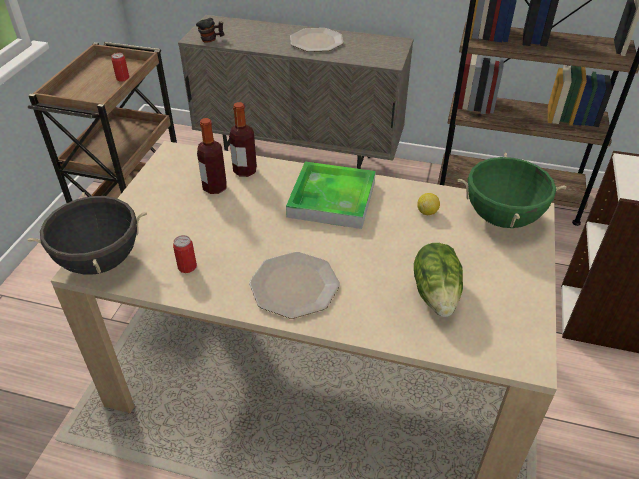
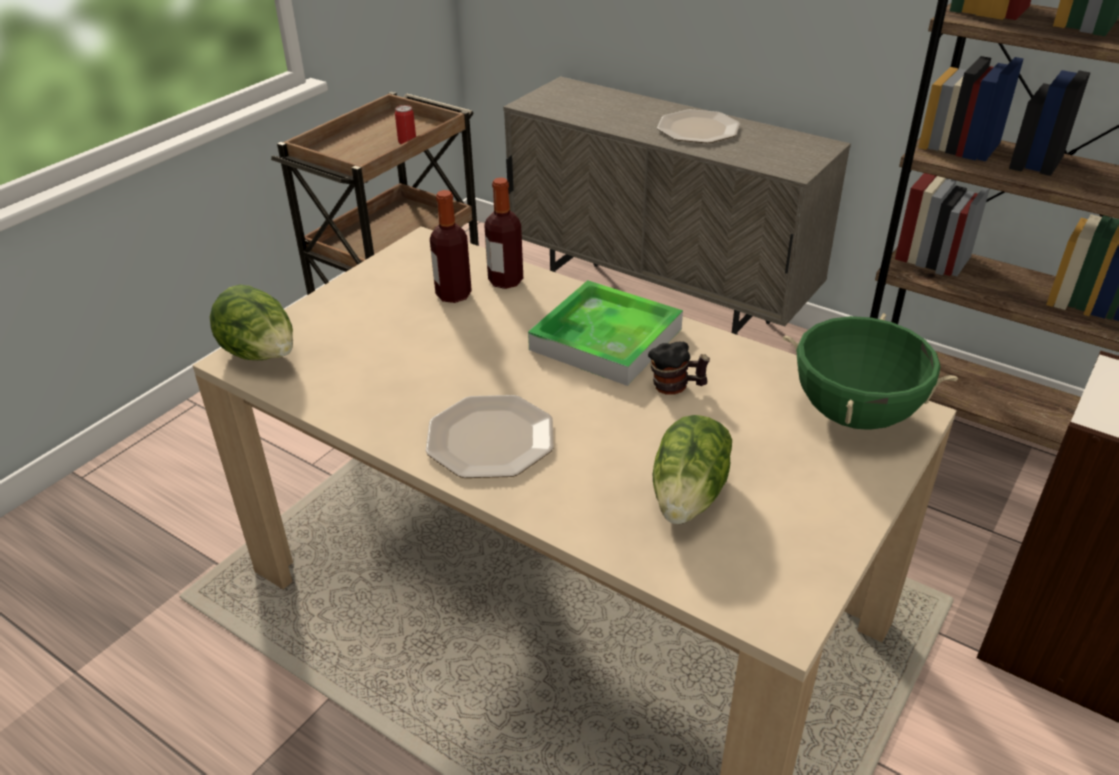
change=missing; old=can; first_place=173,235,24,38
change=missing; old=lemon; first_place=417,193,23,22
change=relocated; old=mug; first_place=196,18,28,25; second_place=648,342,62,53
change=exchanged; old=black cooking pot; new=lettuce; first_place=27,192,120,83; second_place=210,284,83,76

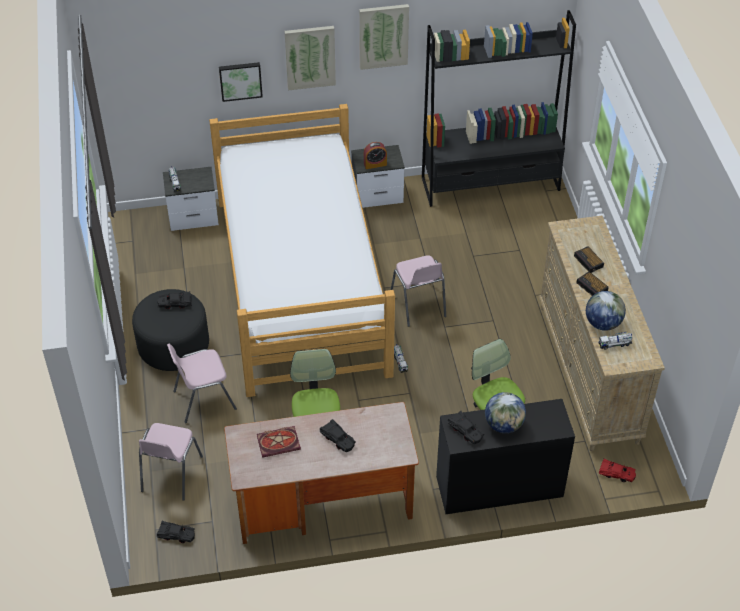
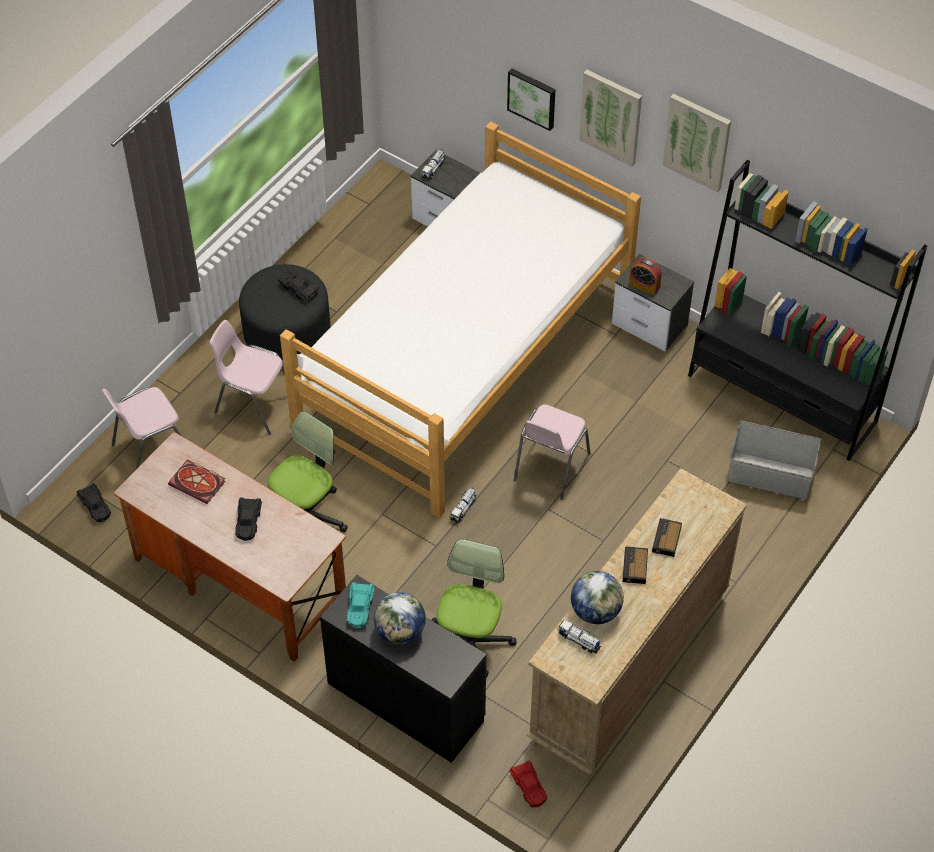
change=appeared; new=grey storage box; second_place=727,421,94,78
change=colour; old=black toy car; new=turquoise toy car; first_place=447,411,37,33; second_place=347,582,28,46

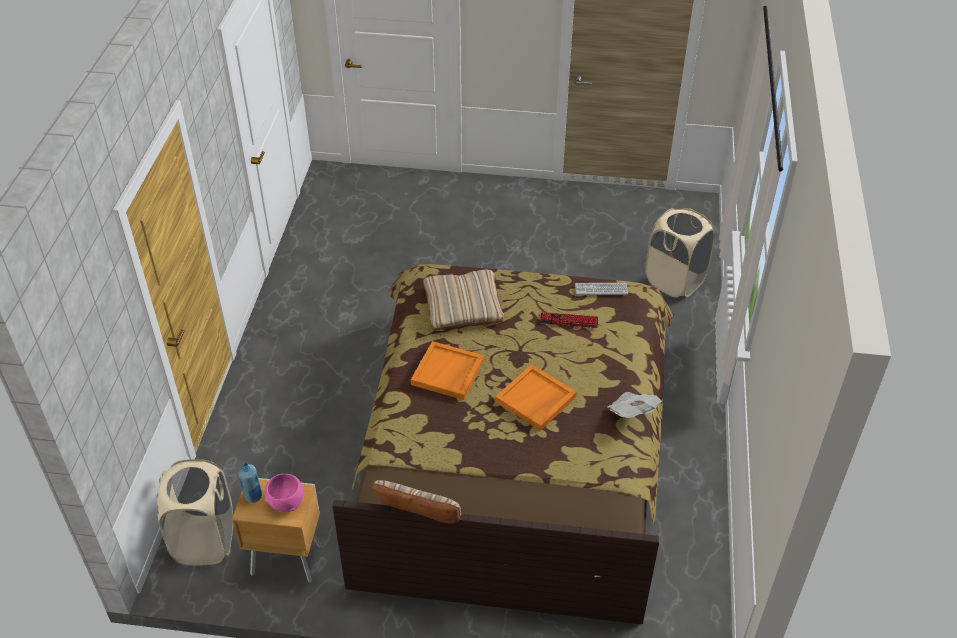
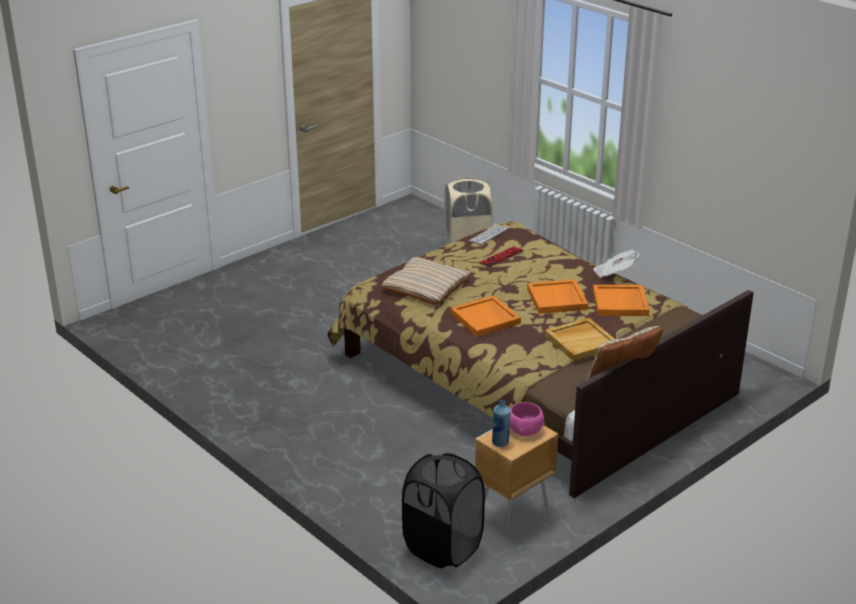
change=appeared; new=beige tray; second_place=545,318,70,43
change=appeared; new=orange tray; second_place=593,285,56,31
change=colour; old=beige laundry basket; new=black laundry basket; first_place=157,459,76,107; second_place=402,453,83,115

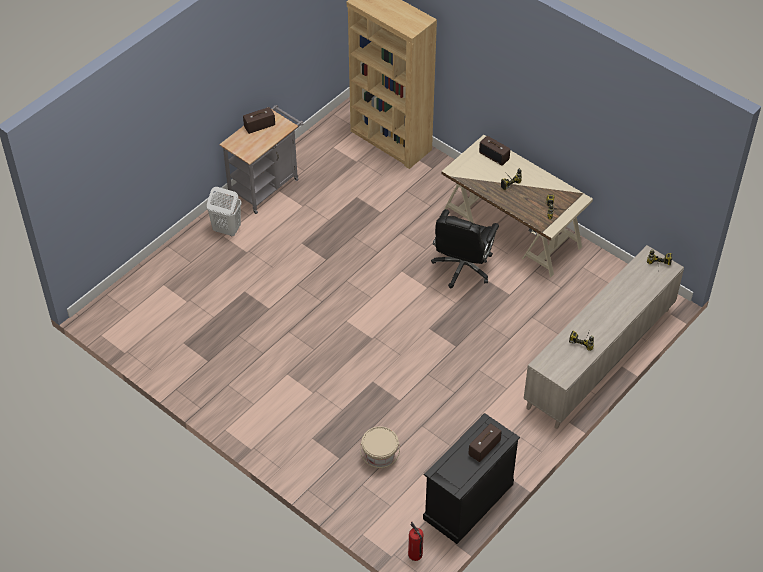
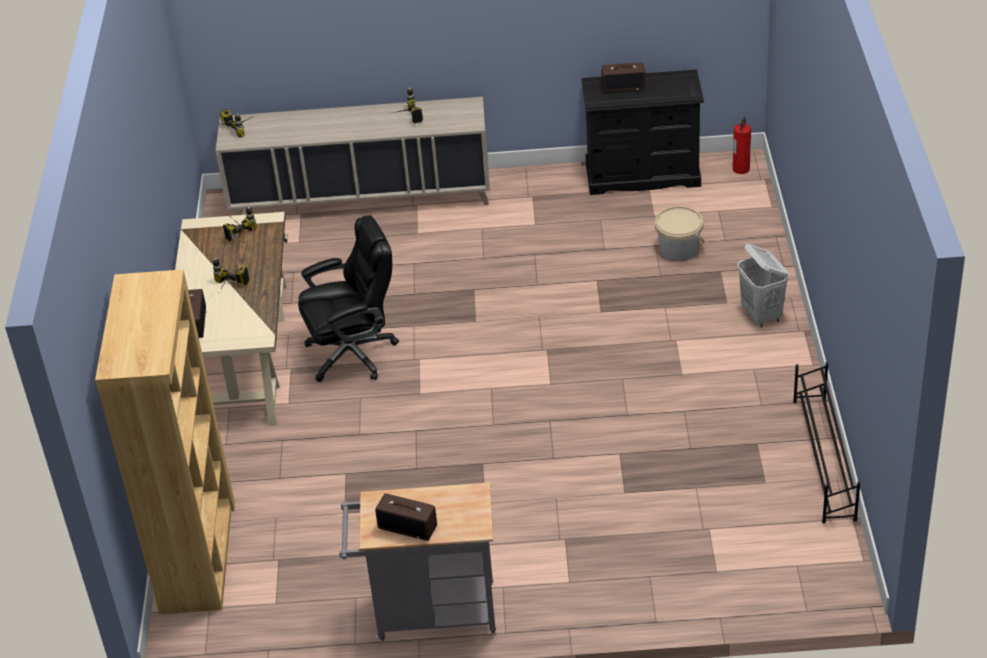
change=appeared; new=black shoe rack; second_place=793,362,68,161
change=relocated; old=white laundry basket; first_place=207,187,35,49; second_place=737,244,52,83

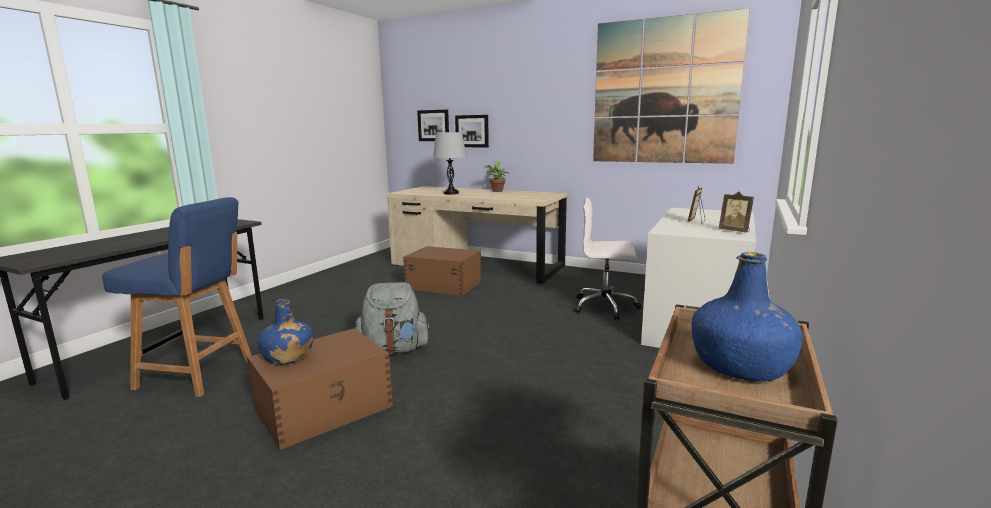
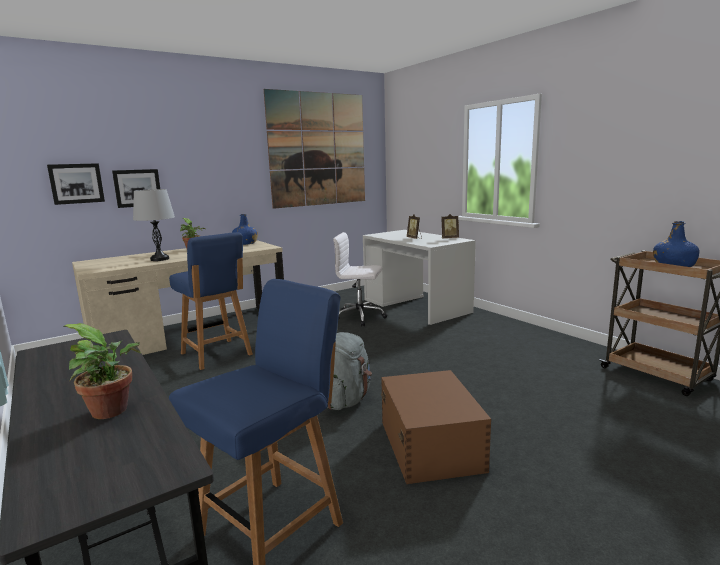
change=appeared; new=potted plant; second_place=63,323,78,96
change=relocated; old=blue bottle; first_place=258,299,55,66; second_place=232,214,26,31
change=exchanged; old=brown storage box; new=blue chair; first_place=403,246,79,50; second_place=169,232,84,138
change=spun; old=white office chair; first_place=574,198,68,122; second_place=333,232,54,94; degrees=60

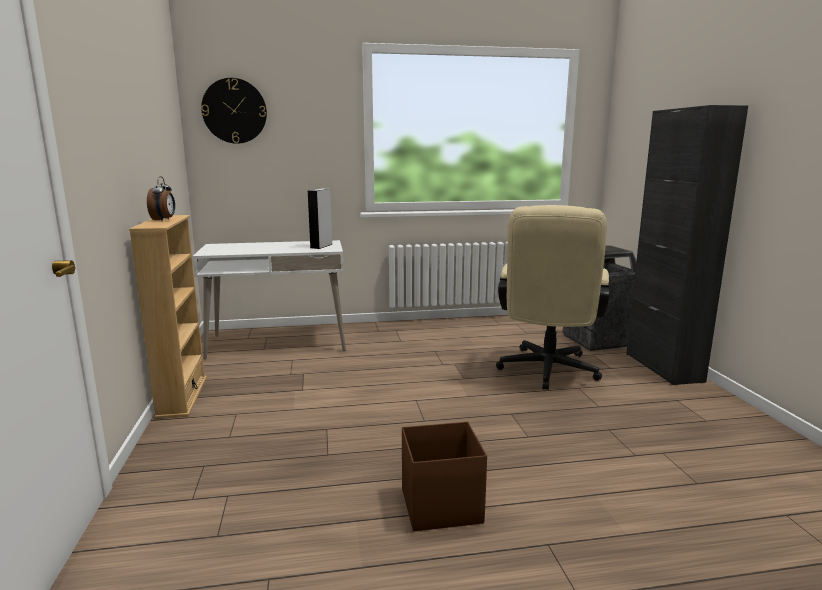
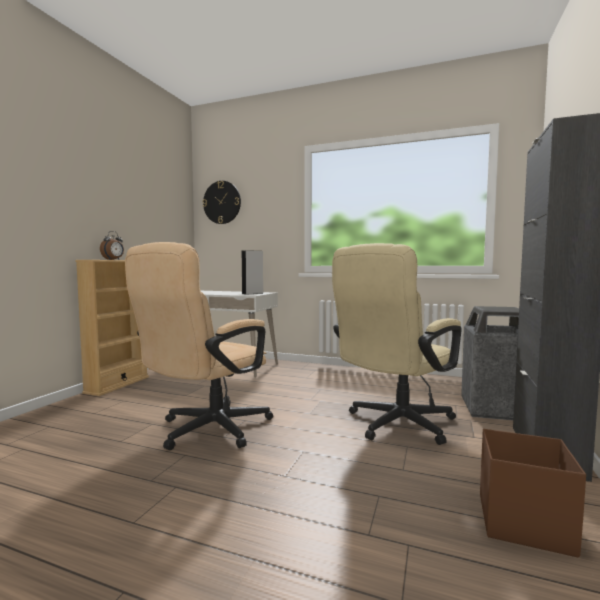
change=appeared; new=beige office chair; second_place=125,242,148,208
change=relocated; old=brown storage box; first_place=402,422,85,109; second_place=480,429,106,128

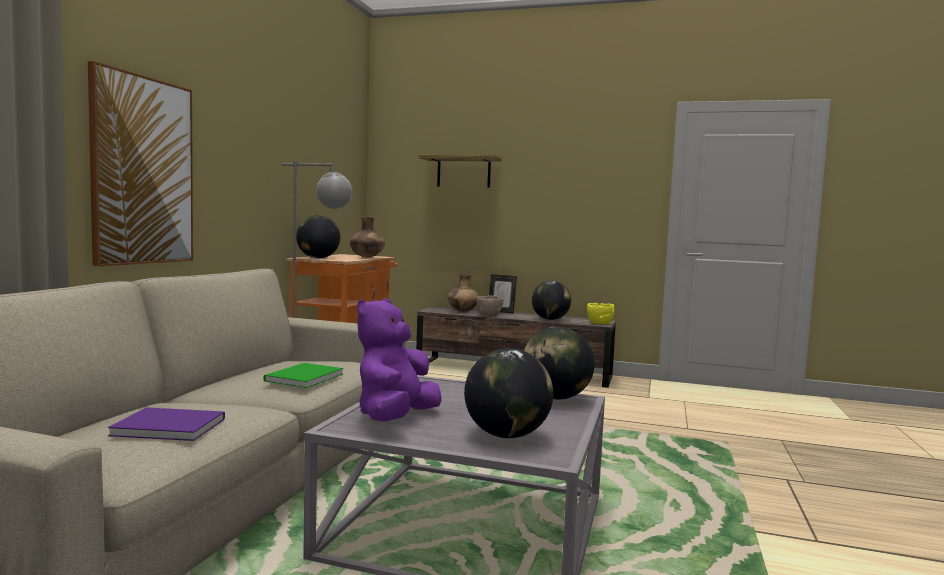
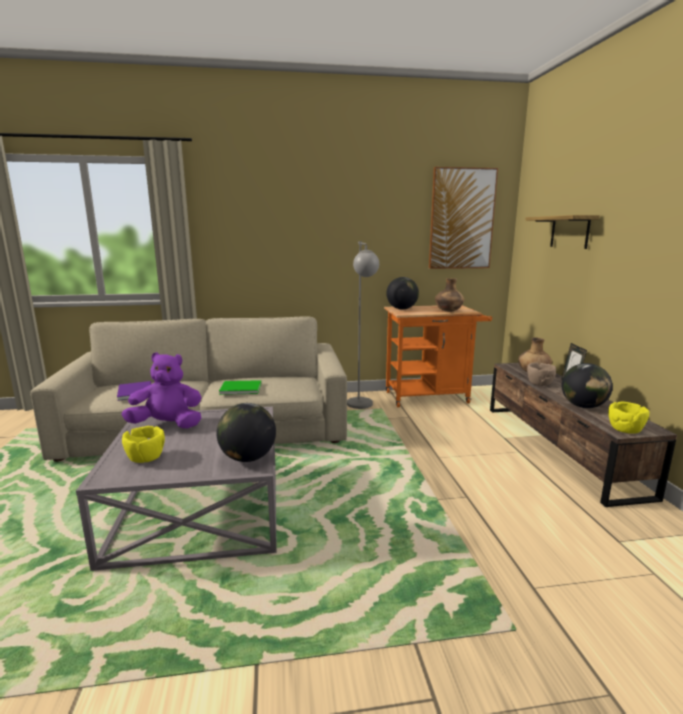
change=relocated; old=picture; first_place=88,61,105,205; second_place=429,167,69,102
change=exchanged; old=globe; new=yellow bowl; first_place=464,348,89,90; second_place=122,426,43,37

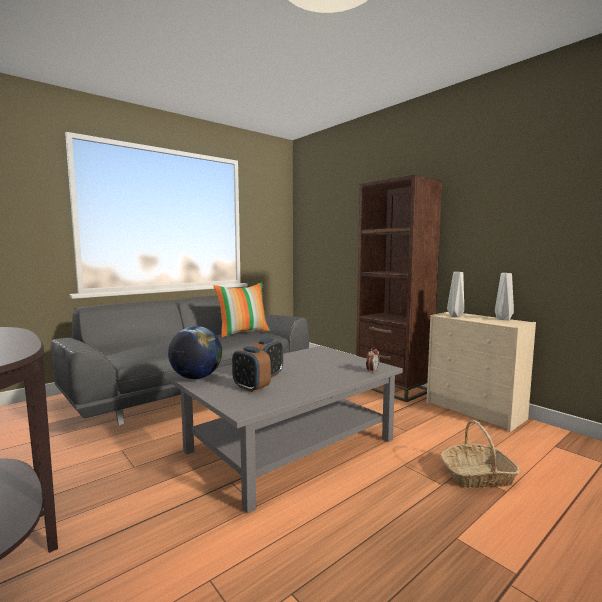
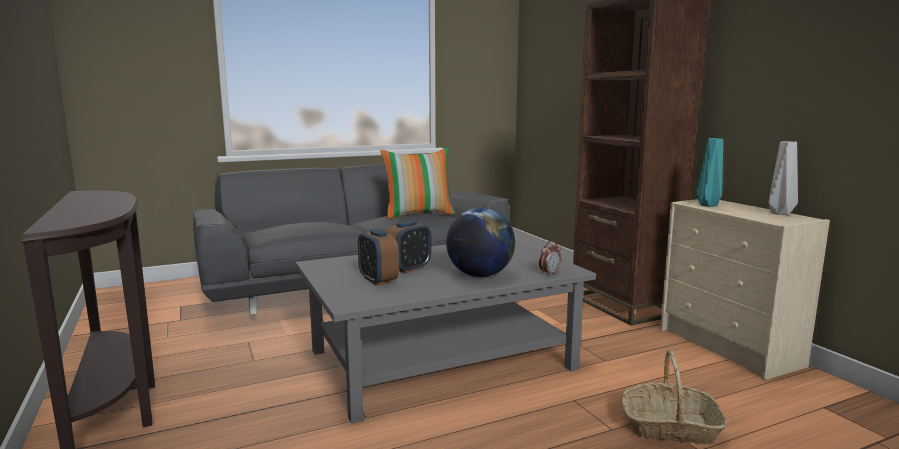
change=relocated; old=globe; first_place=168,326,54,53; second_place=446,208,69,69
change=colour; old=grey vase; new=turquoise vase; first_place=447,272,17,45; second_place=696,138,27,69

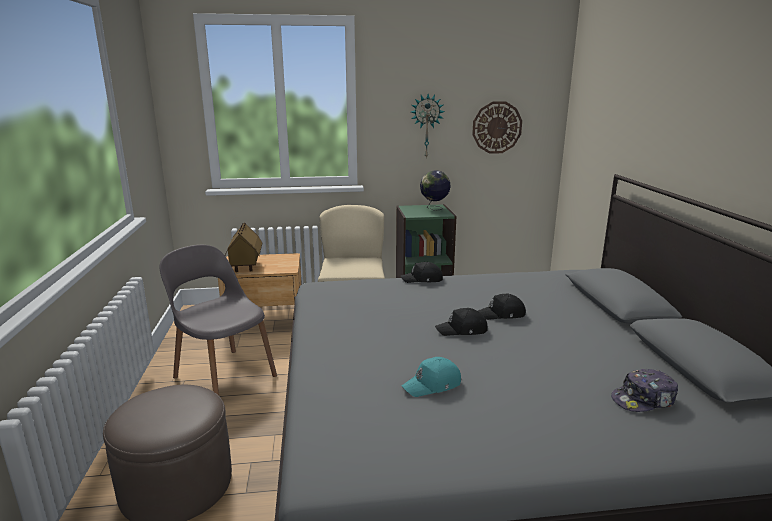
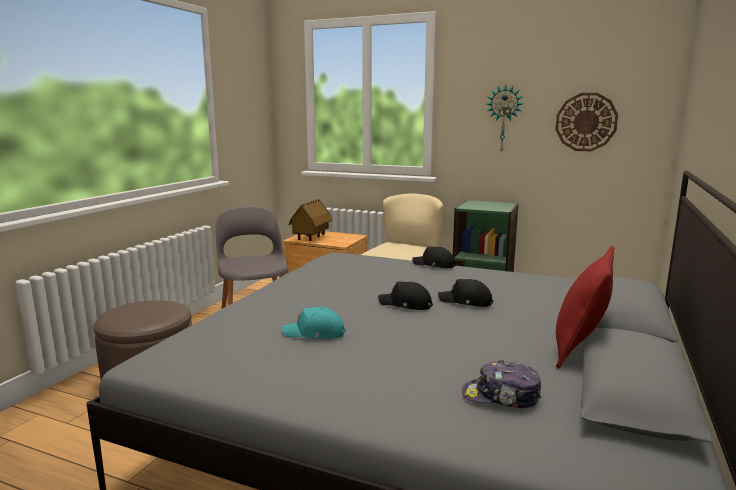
change=missing; old=globe; first_place=420,170,30,41
change=appeared; new=red pillow; second_place=556,246,58,123

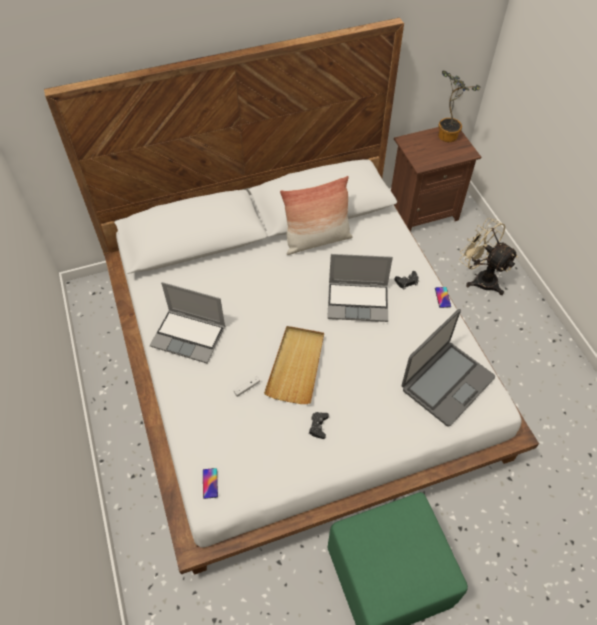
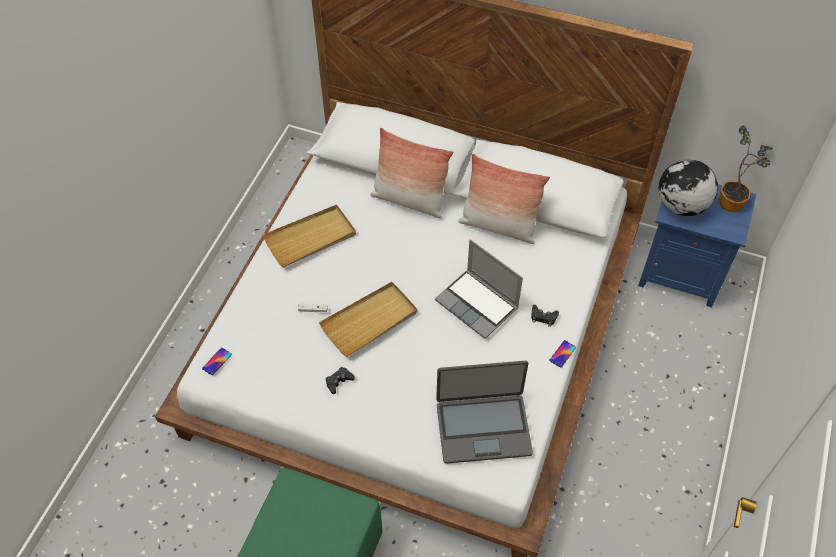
change=missing; old=beige fan; first_place=459,218,59,77
change=appeared; new=pillow; second_place=370,128,83,90
change=appeared; new=globe; second_place=659,159,59,57
change=exchanged; old=laptop; new=beige tray; first_place=150,282,75,81; second_place=262,205,94,63
change=colour; old=brown nightstand; new=blue nightstand; first_place=391,127,90,105; second_place=638,184,118,124

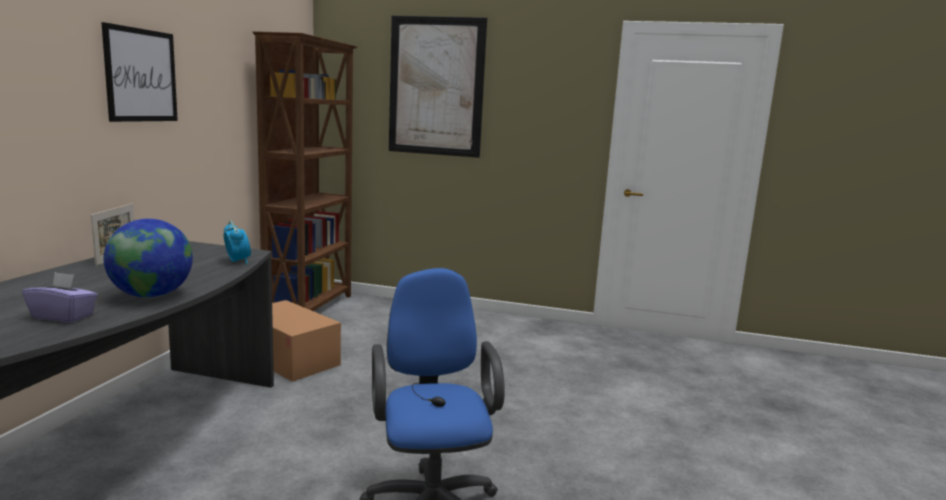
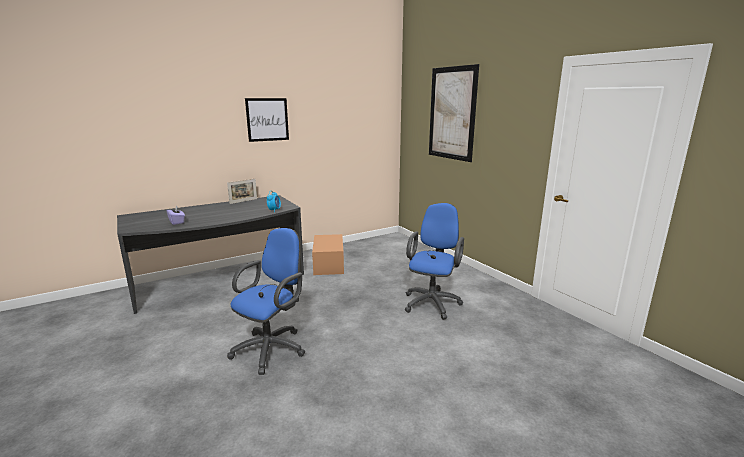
change=missing; old=globe; first_place=103,219,90,79
change=missing; old=brown bookcase; first_place=252,31,105,280
change=appeared; new=blue office chair; second_place=405,203,59,117

